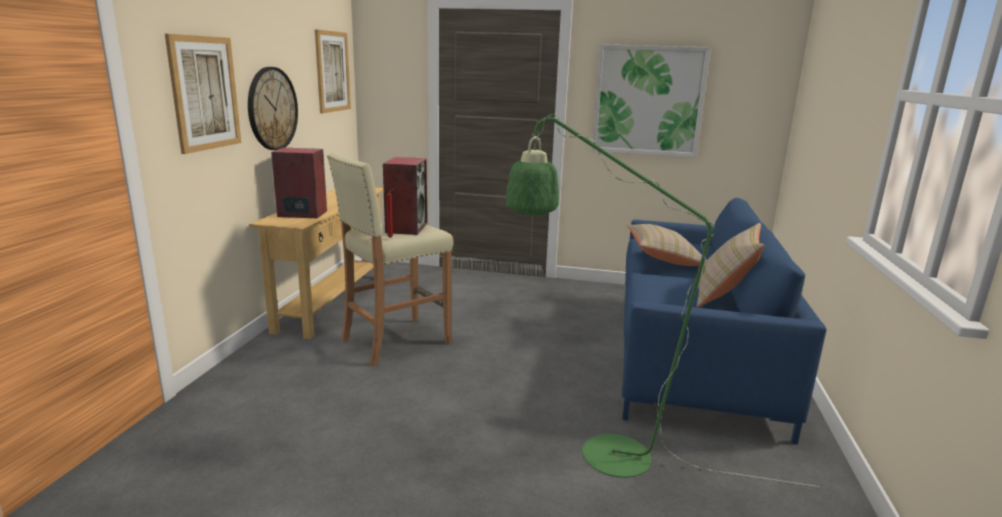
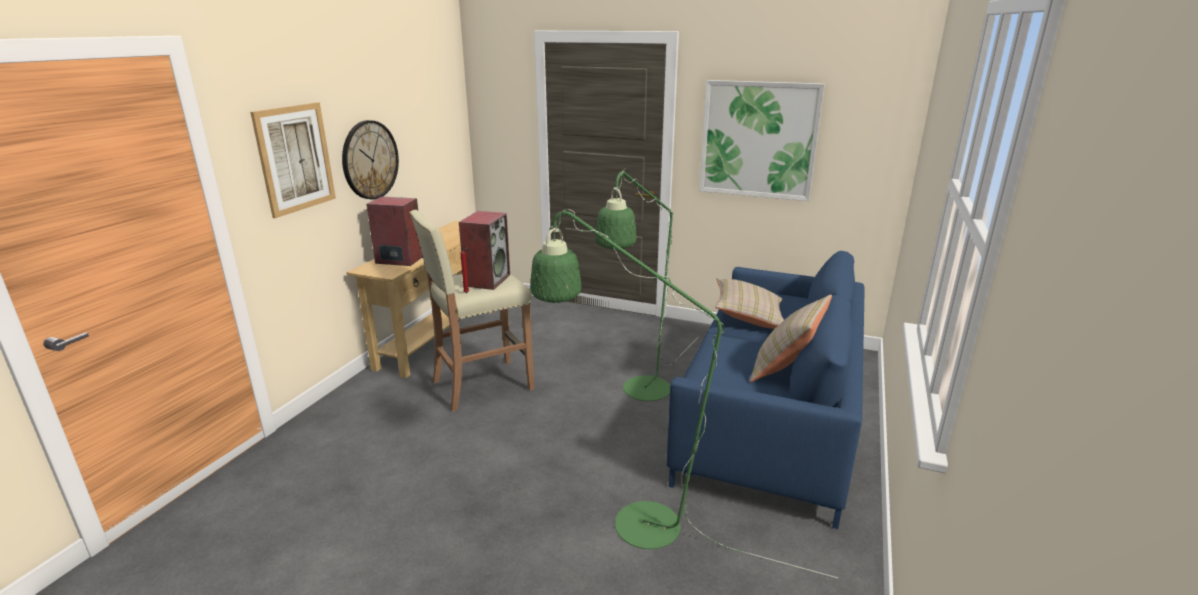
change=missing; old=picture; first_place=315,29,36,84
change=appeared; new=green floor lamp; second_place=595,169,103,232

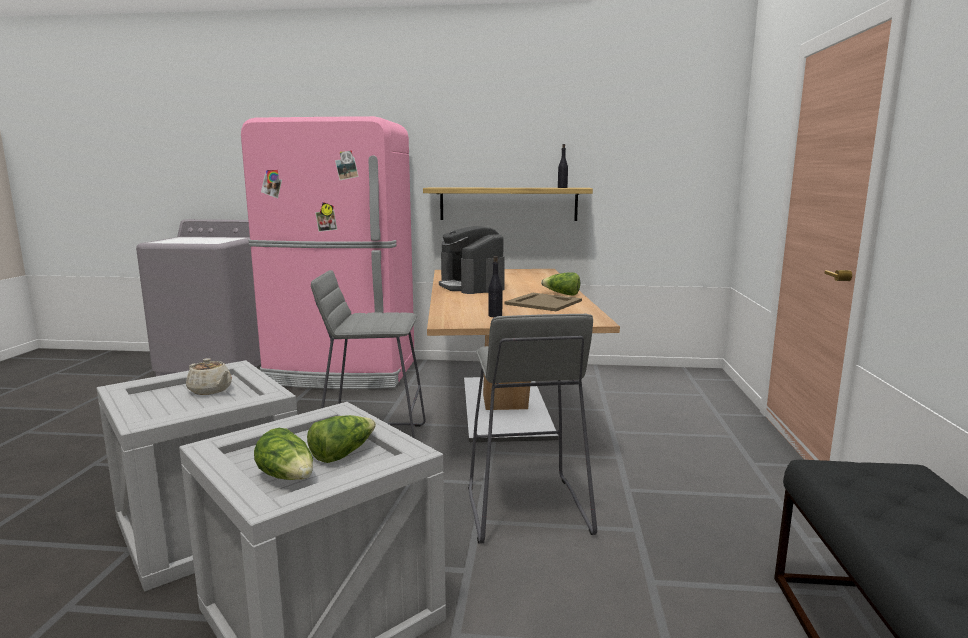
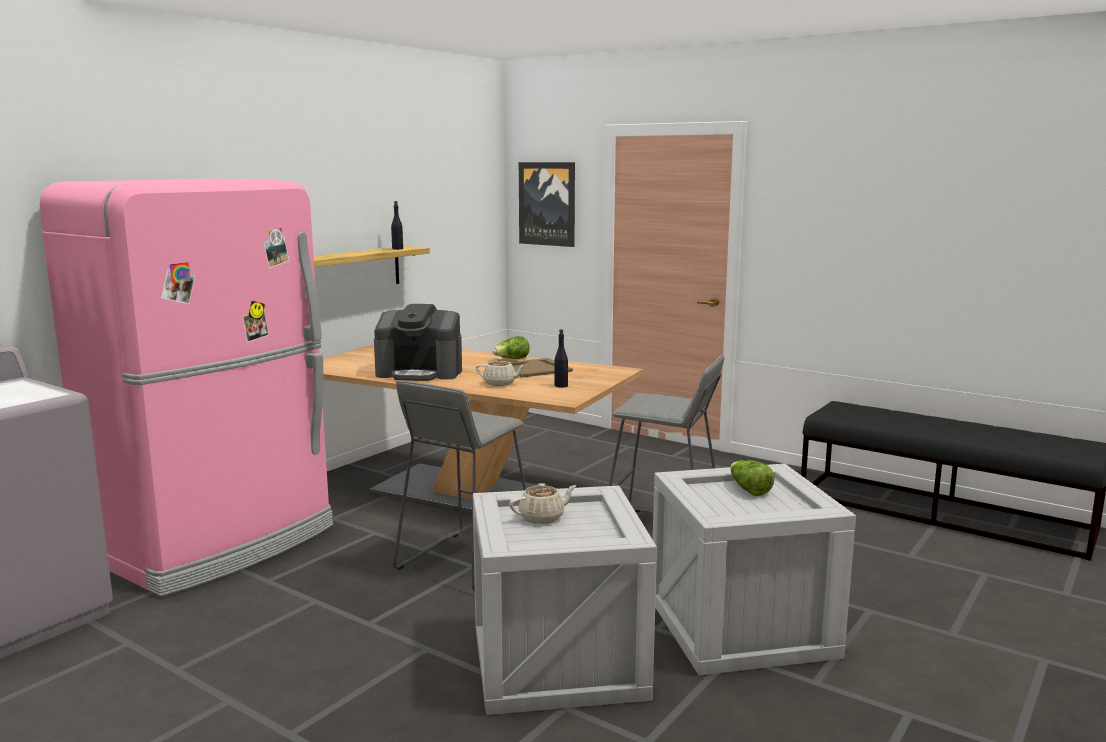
change=missing; old=lettuce; first_place=254,428,59,52
change=appeared; new=beige teapot; second_place=476,358,50,28
change=appeared; new=picture; second_place=519,162,56,85

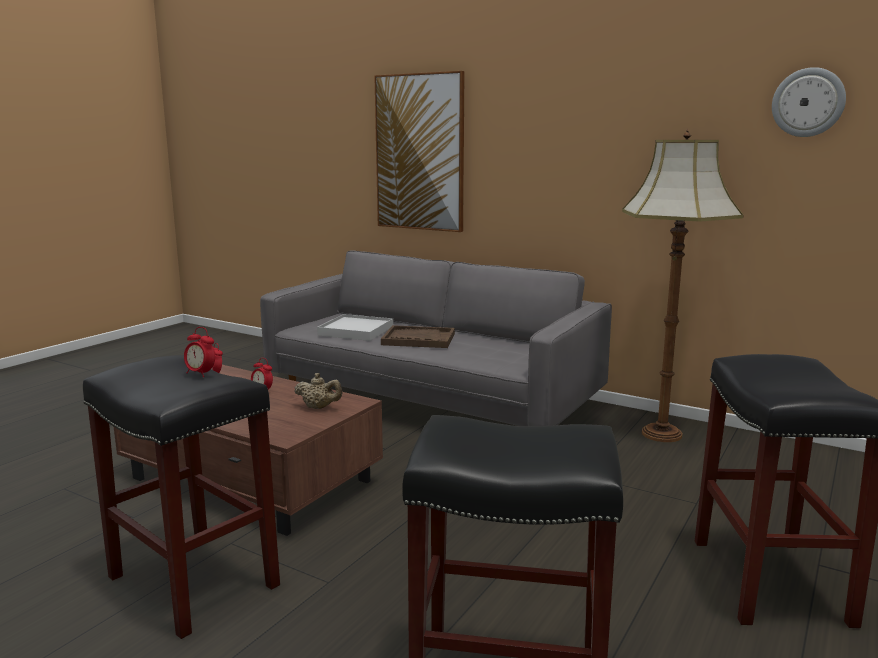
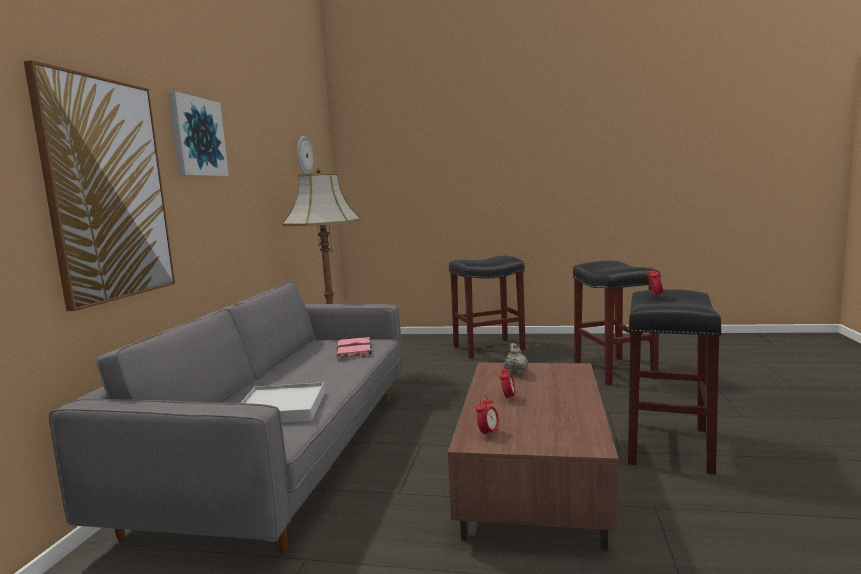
change=missing; old=brown tray; first_place=381,325,74,23
change=appeared; new=picture; second_place=168,91,61,85
change=appeared; new=pink book; second_place=336,337,36,22

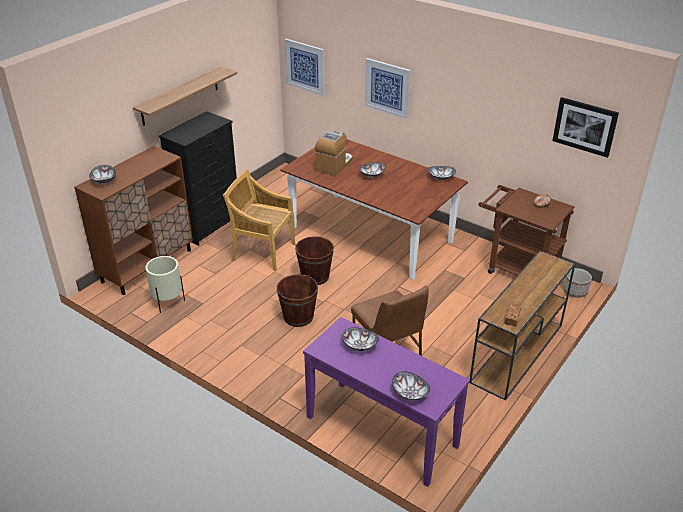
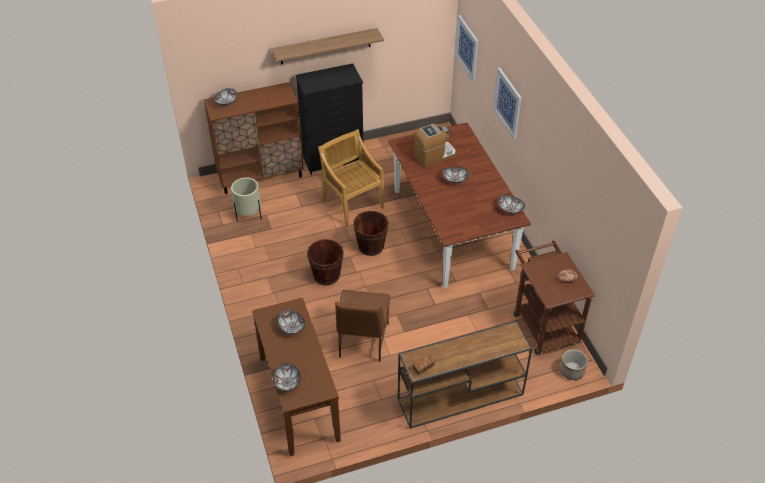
change=missing; old=picture; first_place=552,97,67,61
change=colour; old=purple console table; new=brown console table; first_place=303,317,167,170; second_place=252,297,89,159

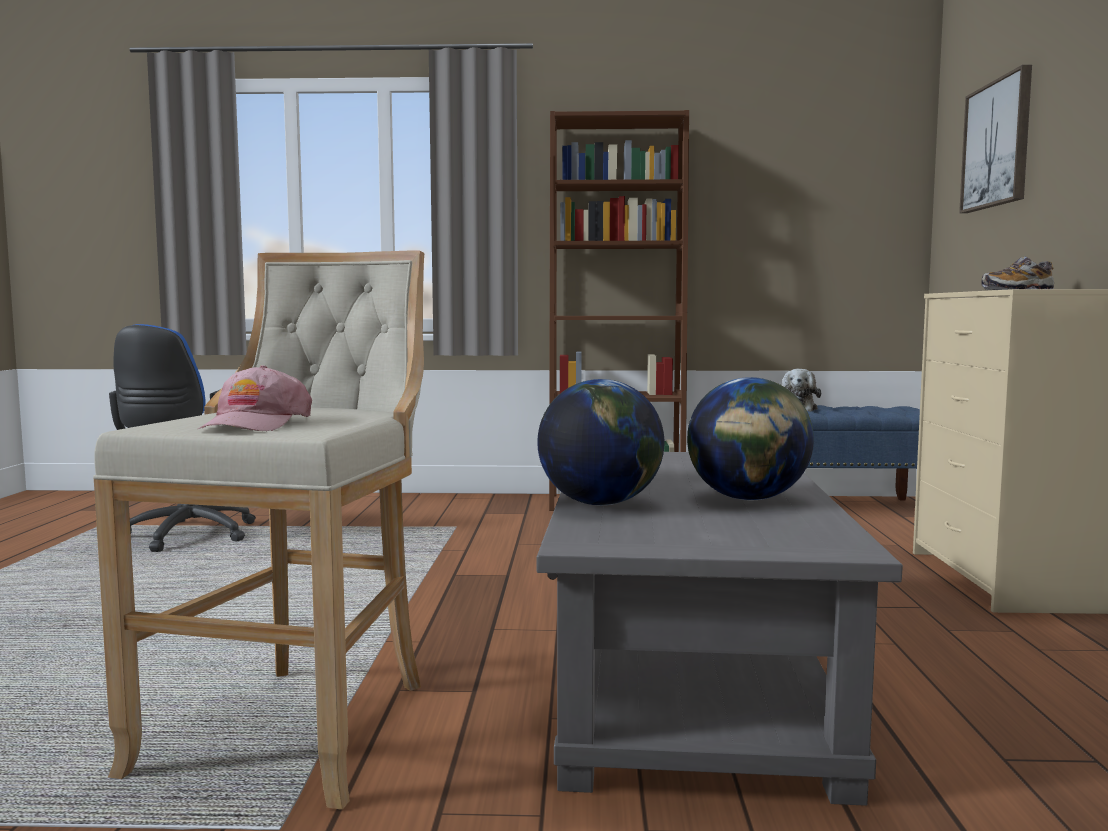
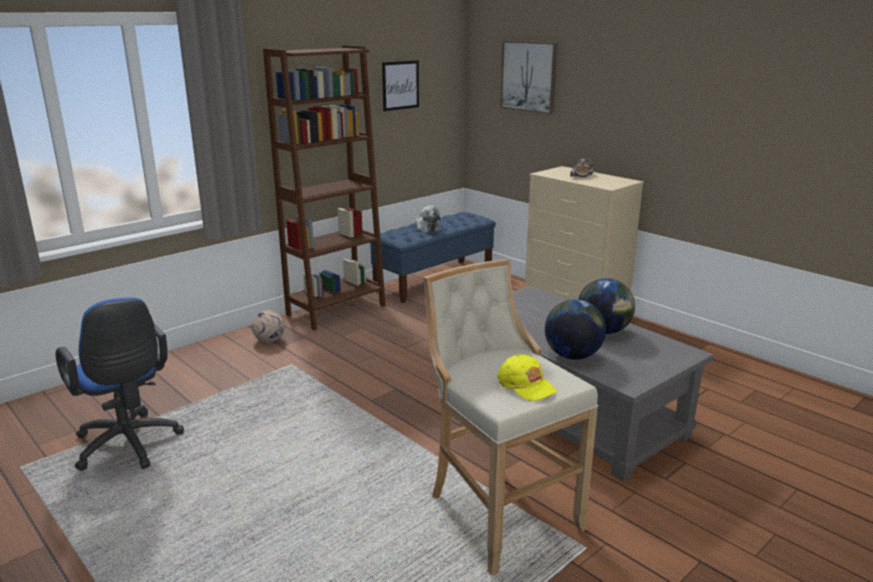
change=appeared; new=football; second_place=252,310,33,33
change=appeared; new=picture; second_place=382,60,37,51
change=colour; old=pink cap; new=yellow cap; first_place=198,365,114,66; second_place=497,354,60,47

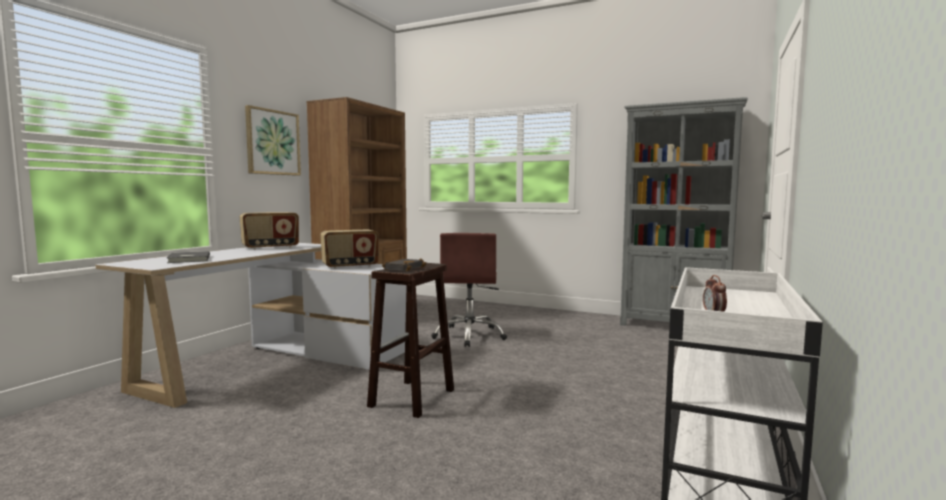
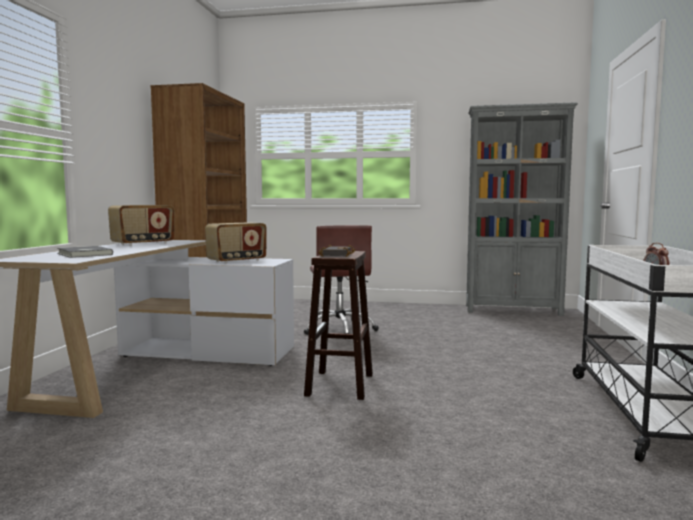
change=missing; old=picture; first_place=245,105,56,71

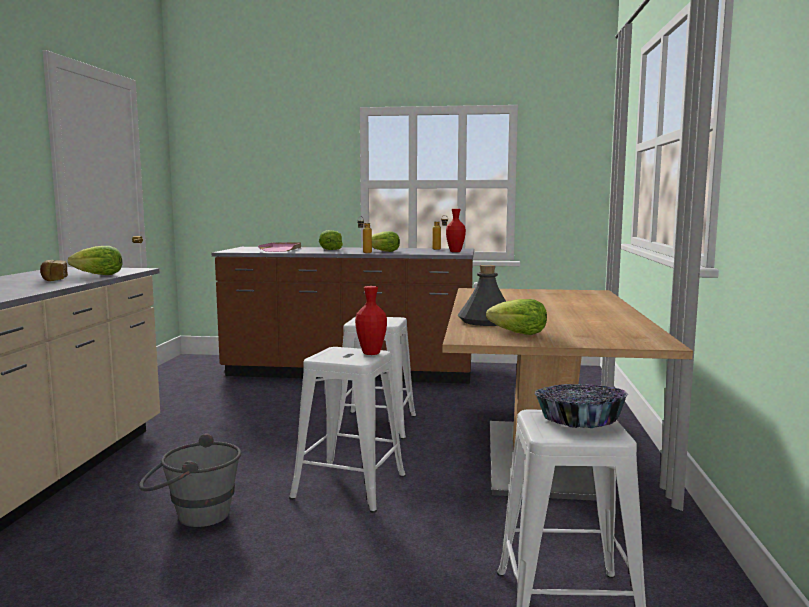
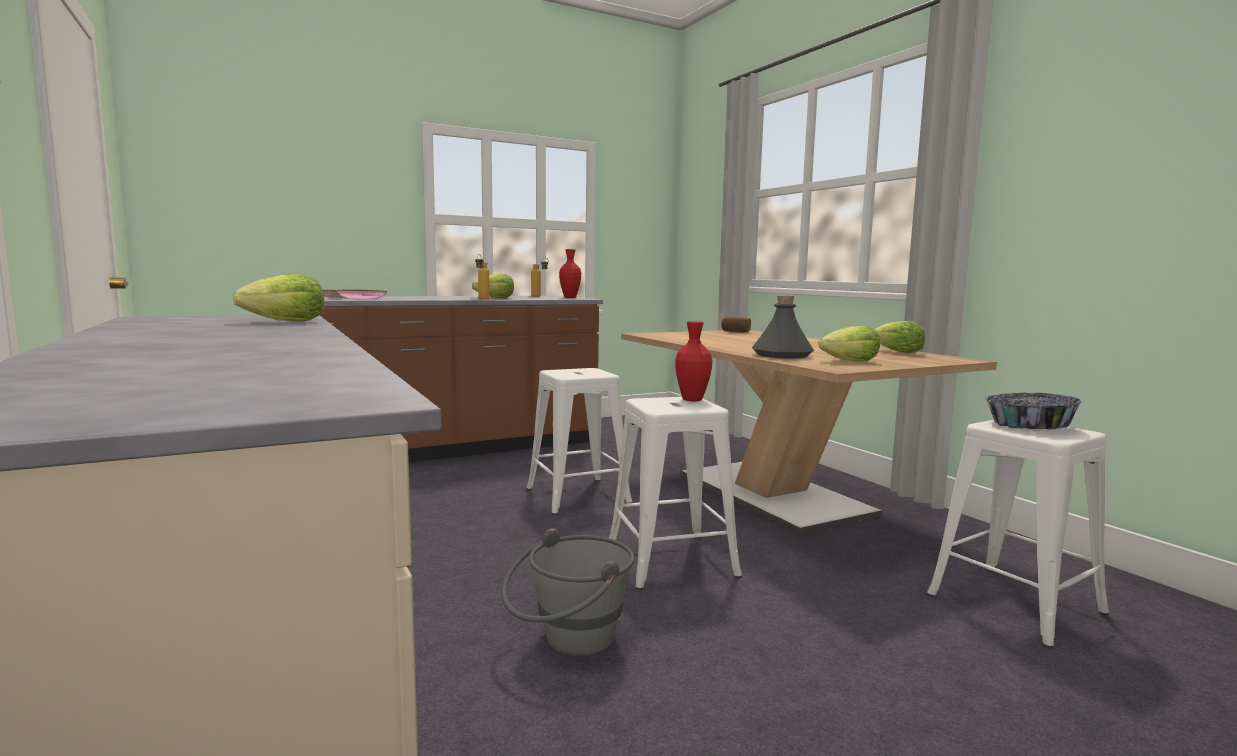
change=relocated; old=bread; first_place=40,260,28,21; second_place=721,316,30,17
change=relocated; old=lettuce; first_place=319,230,24,20; second_place=874,321,51,32

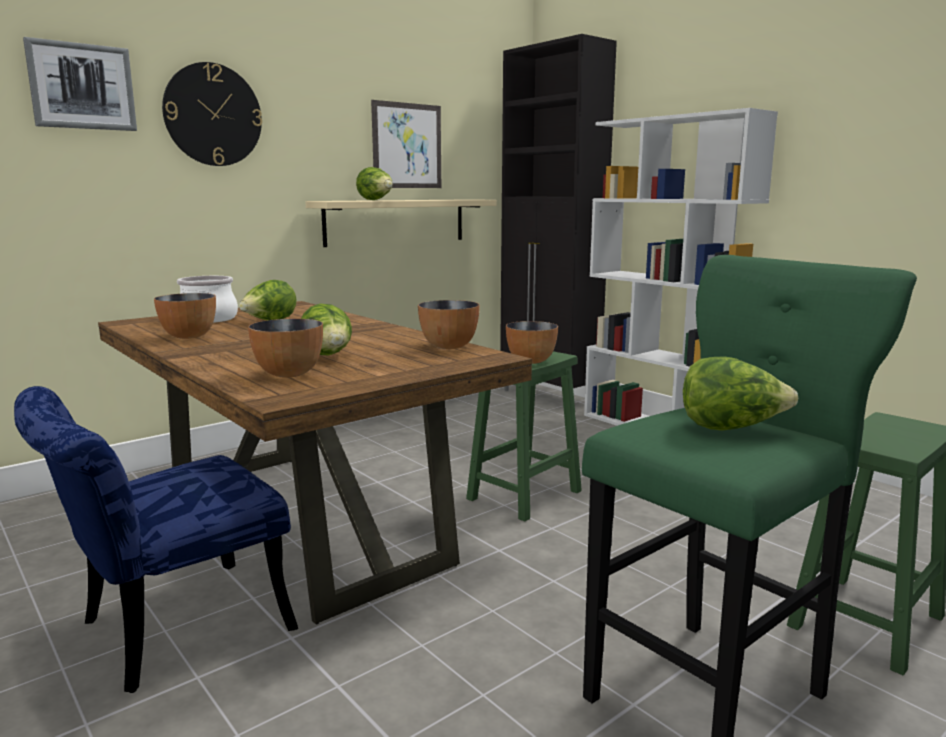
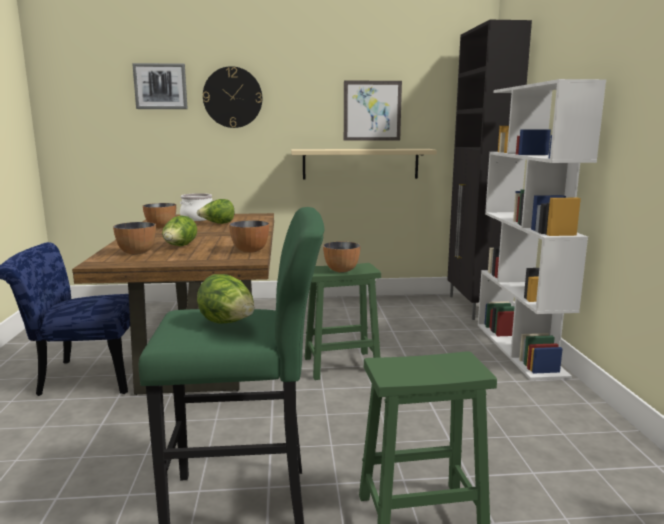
change=missing; old=lettuce; first_place=356,167,37,33

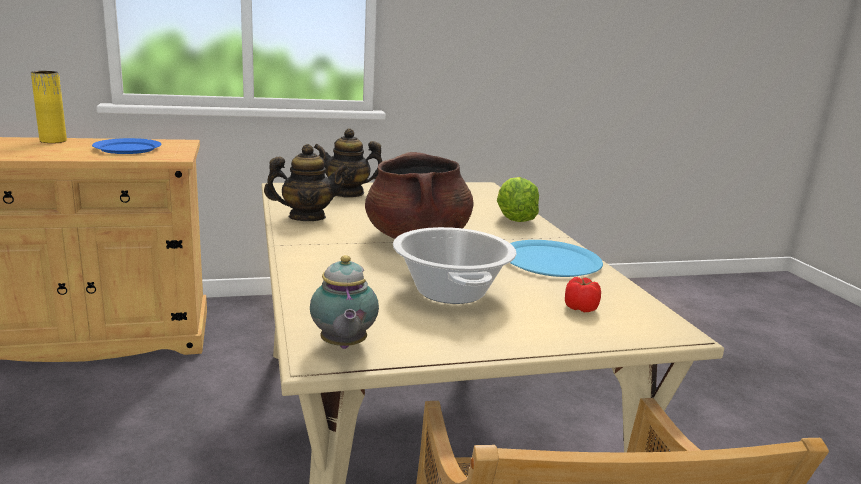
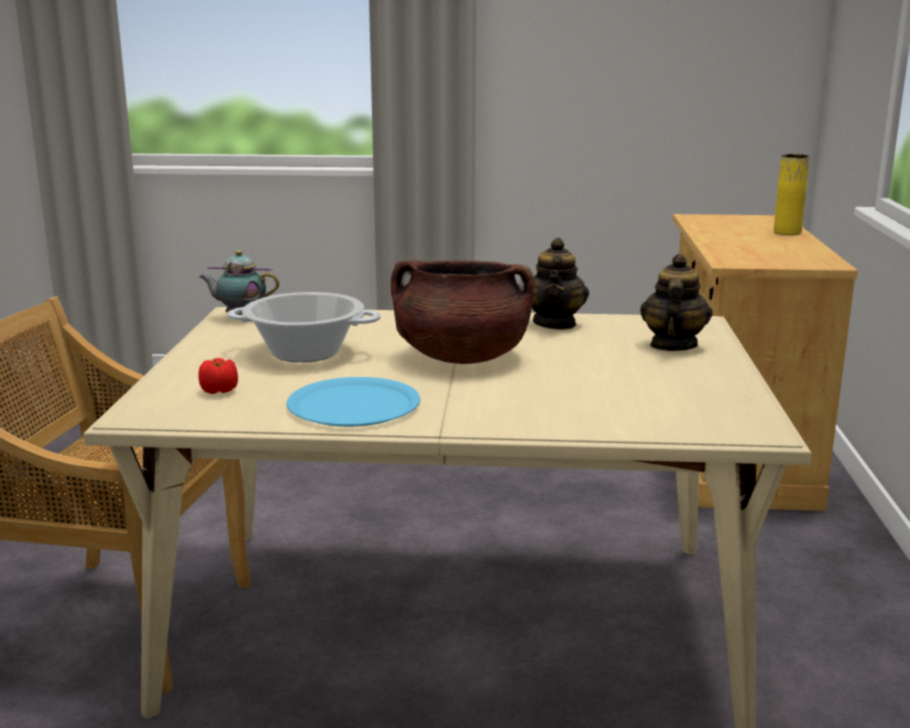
change=missing; old=blue plate; first_place=92,138,70,16
change=missing; old=lettuce; first_place=497,177,42,45

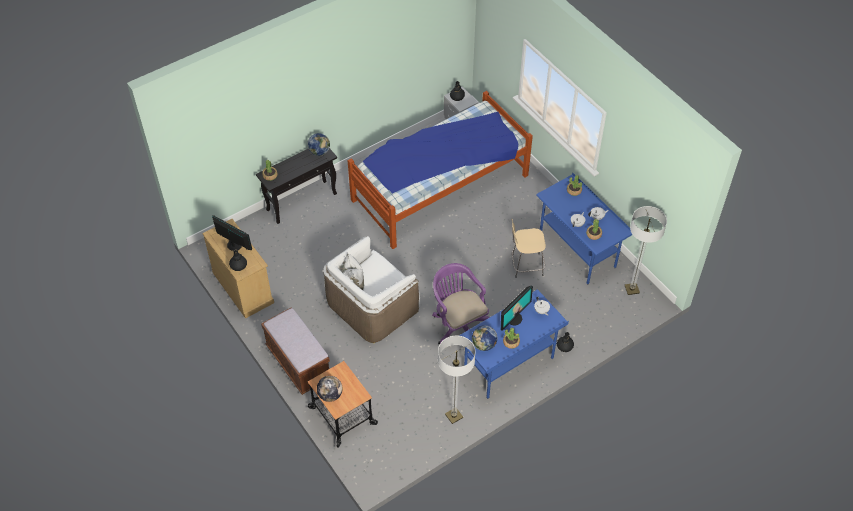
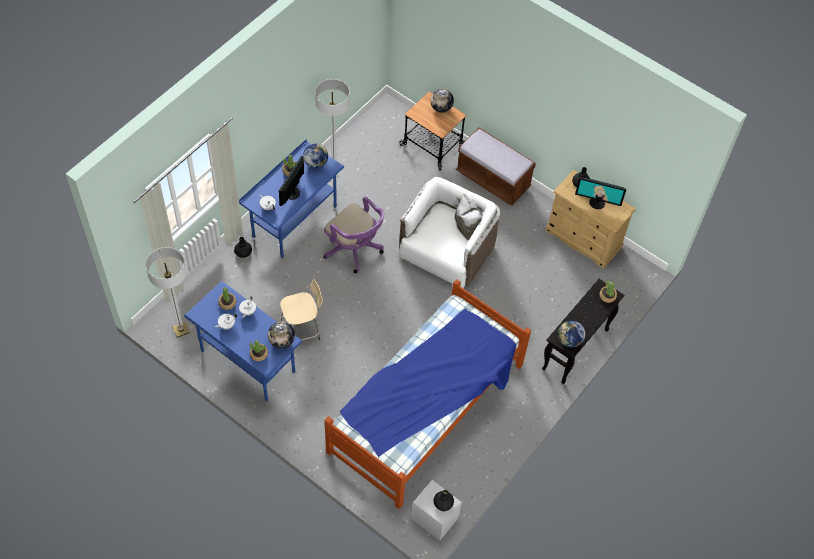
change=appeared; new=globe; second_place=268,321,27,28

